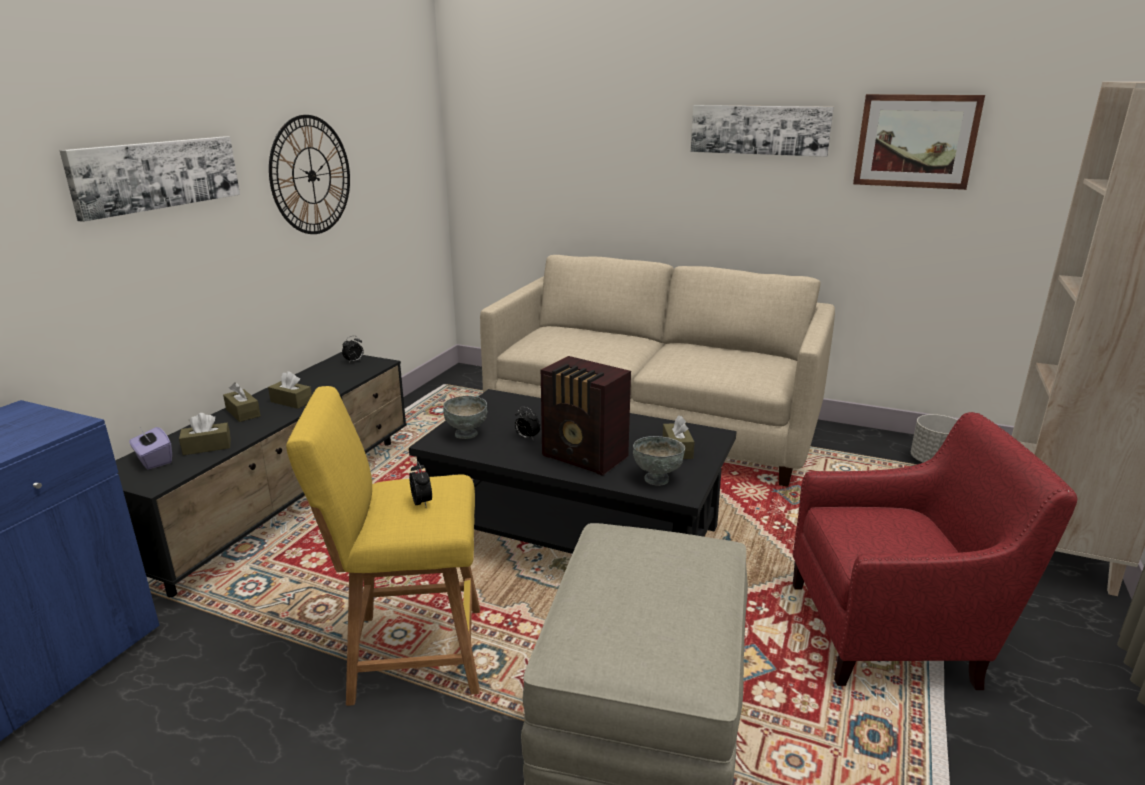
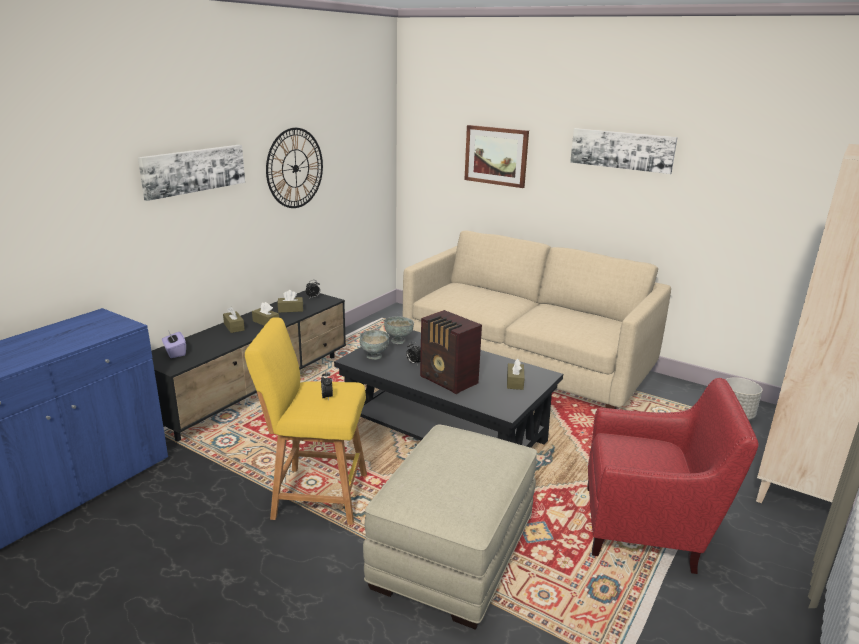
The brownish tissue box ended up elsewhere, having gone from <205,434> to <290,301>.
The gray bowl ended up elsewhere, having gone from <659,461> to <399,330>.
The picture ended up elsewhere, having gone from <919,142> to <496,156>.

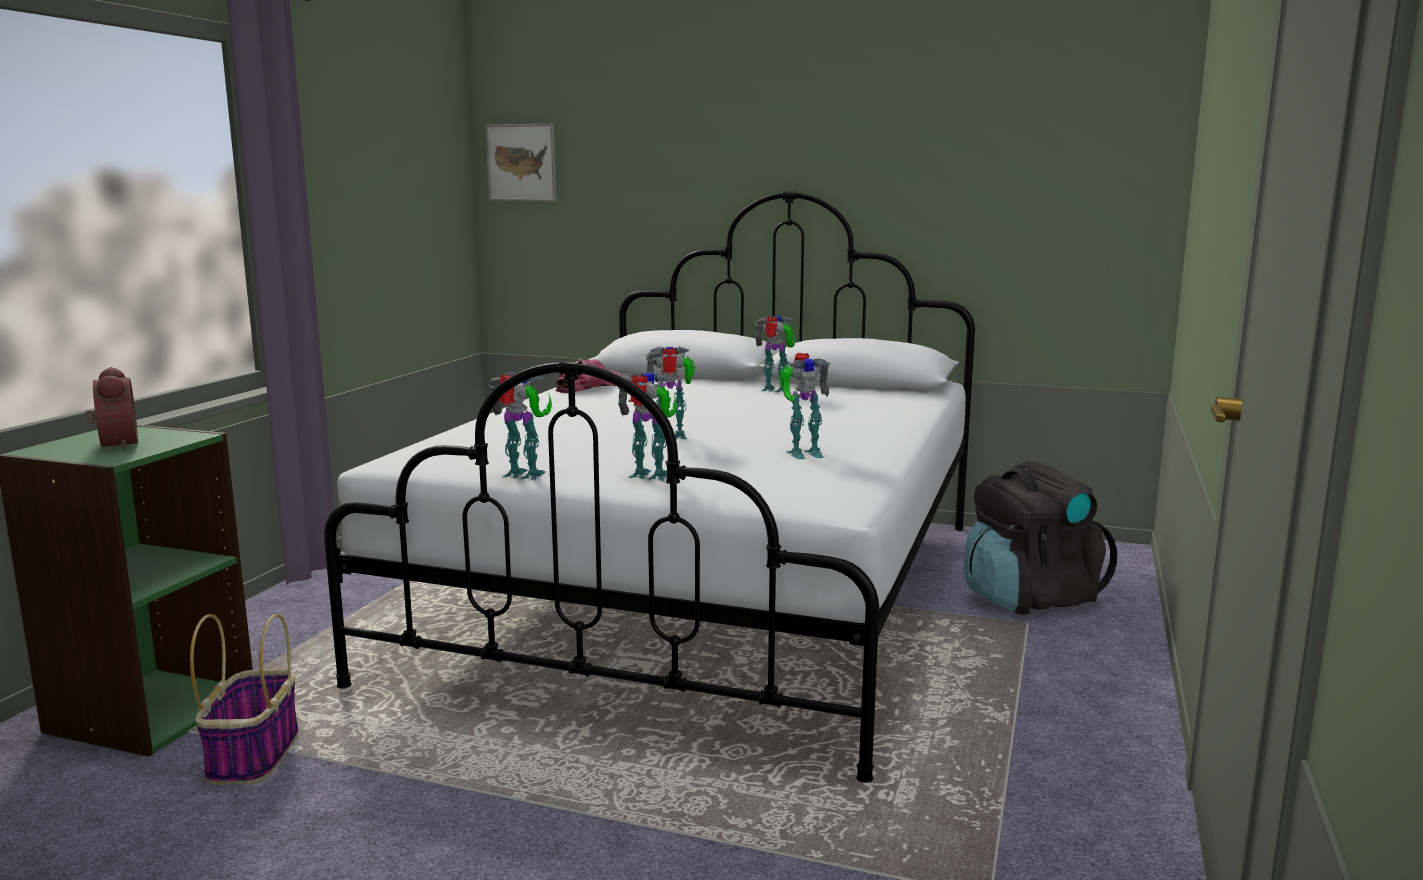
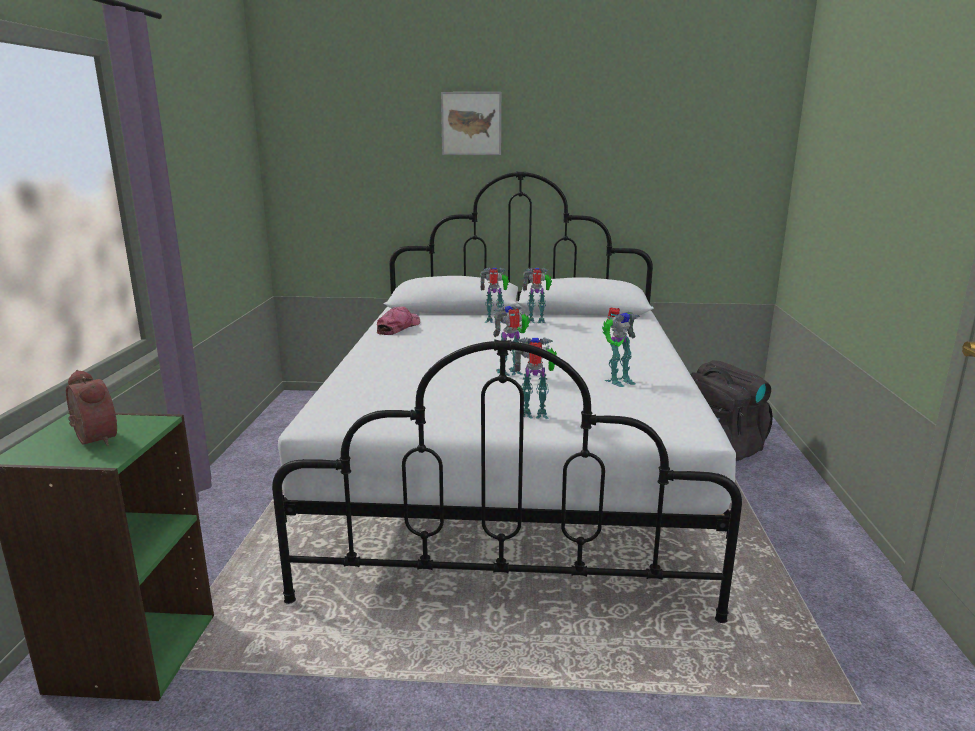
The second view lost the storage basket at <244,699>.
The picture ended up elsewhere, having gone from <520,162> to <471,123>.
The robot figure ended up elsewhere, having gone from <520,425> to <494,295>.

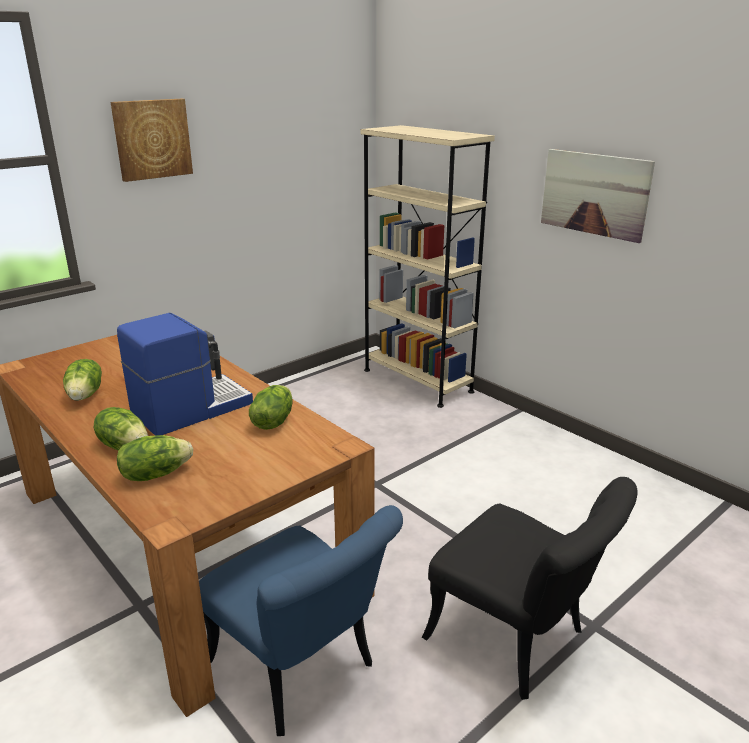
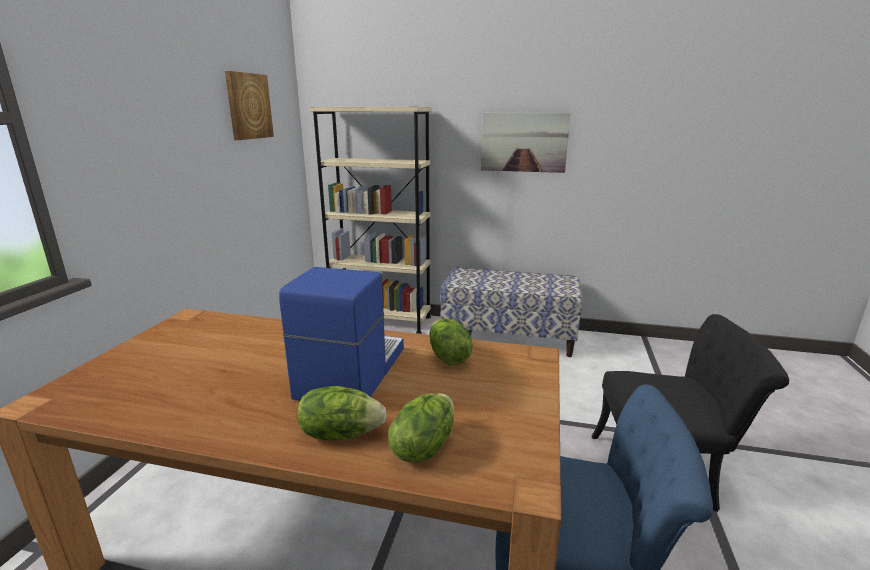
The second view lost the head of lettuce at <82,380>.
The second view gained the long seat at <511,312>.
The picture ended up elsewhere, having gone from <152,140> to <249,105>.

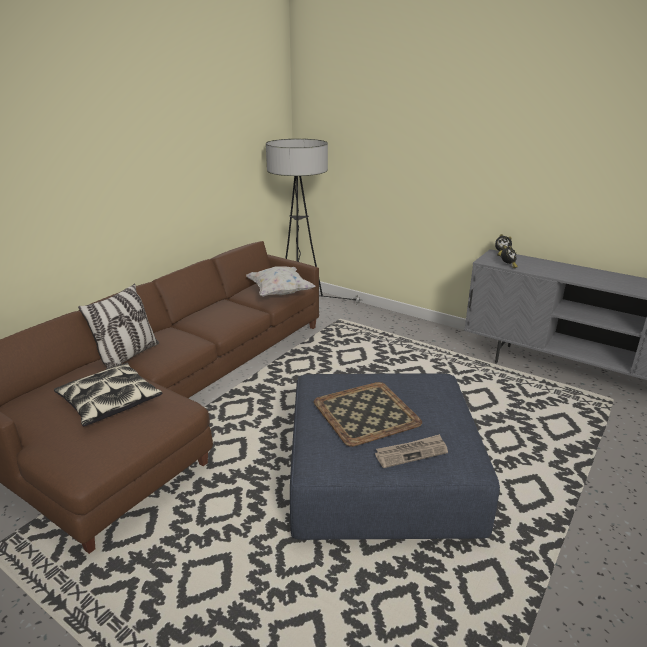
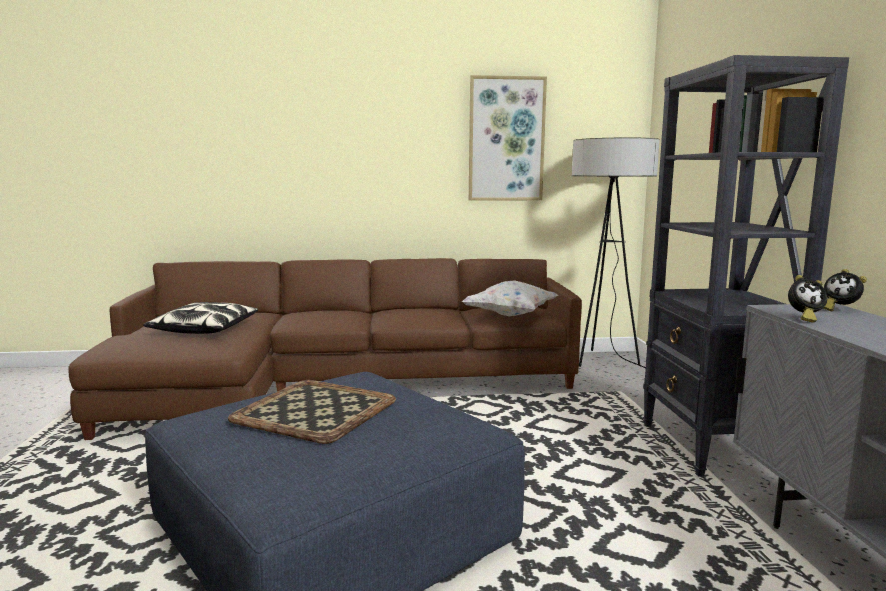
The second view lost the cushion at <118,326>.
The second view lost the printed paper at <411,451>.
The second view gained the picture at <508,138>.
The second view gained the black bookcase at <746,266>.

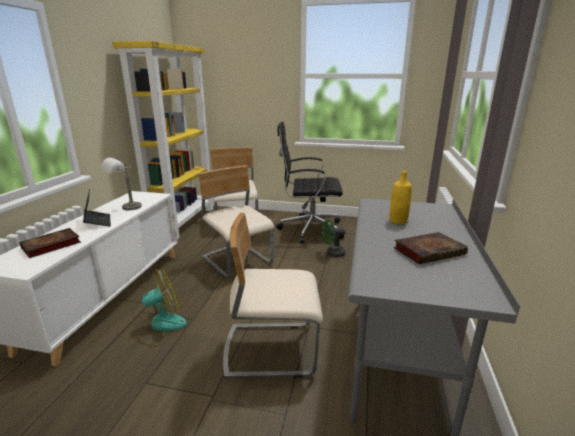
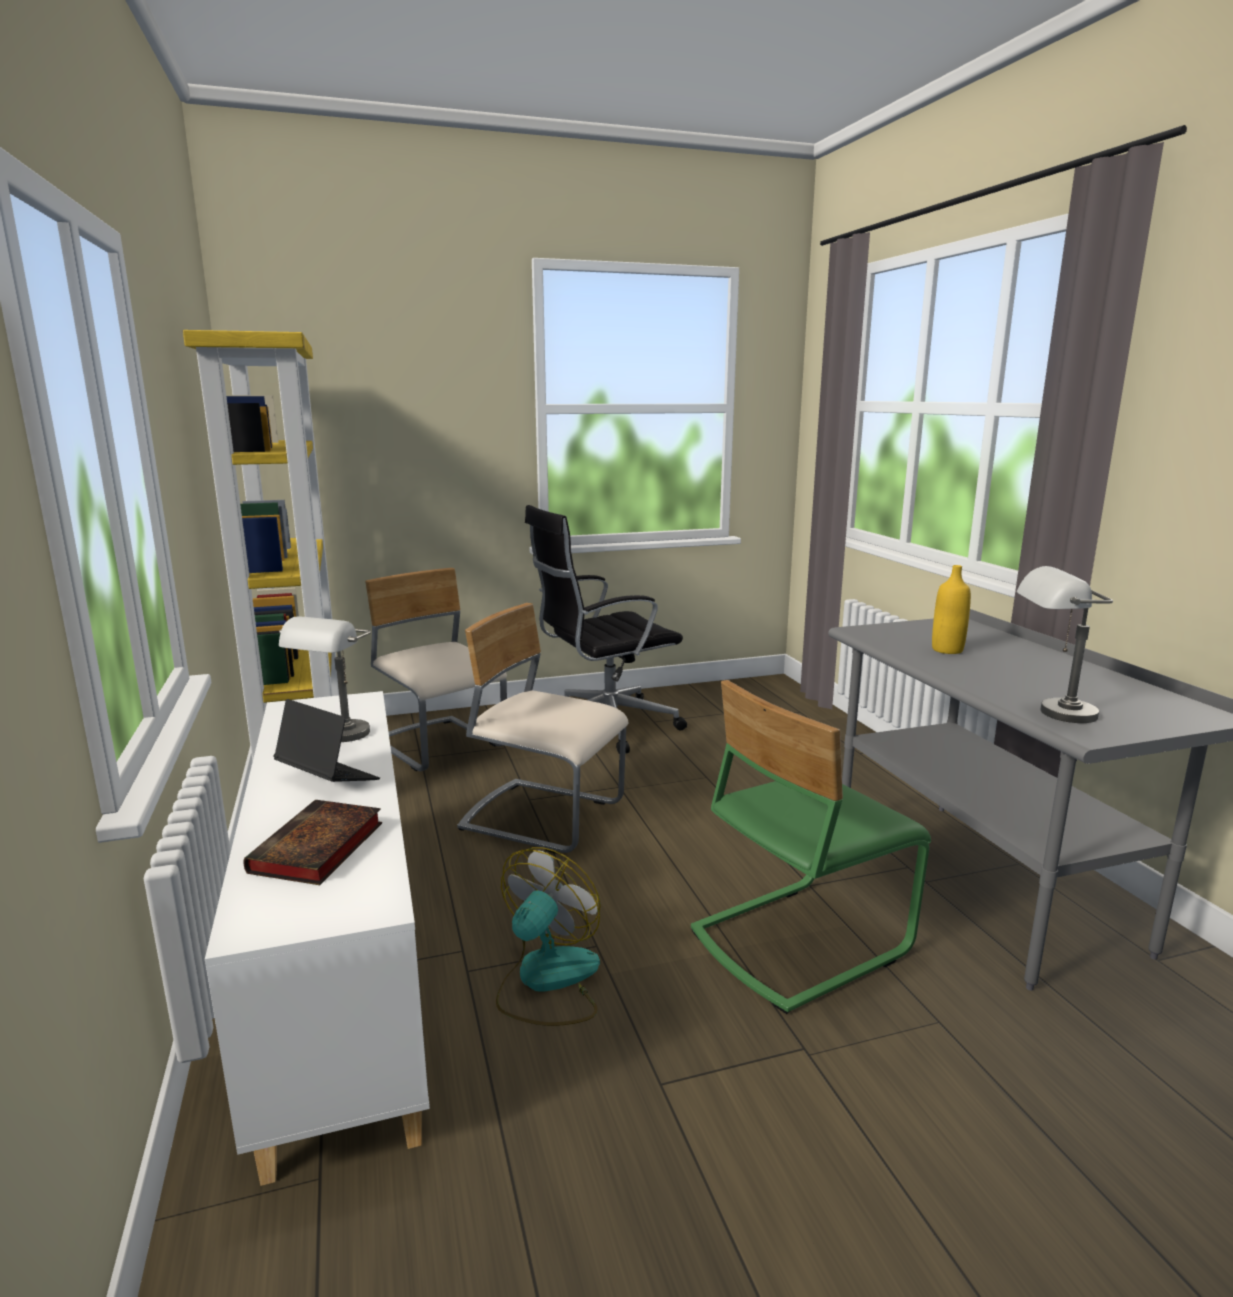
The second view lost the green-coloured fan at <334,238>.
The second view lost the book at <430,248>.
The second view gained the gray table lamp at <1065,644>.
What was the beige-coloured chair at <273,295> turned into the green-coloured chair at <811,847>.

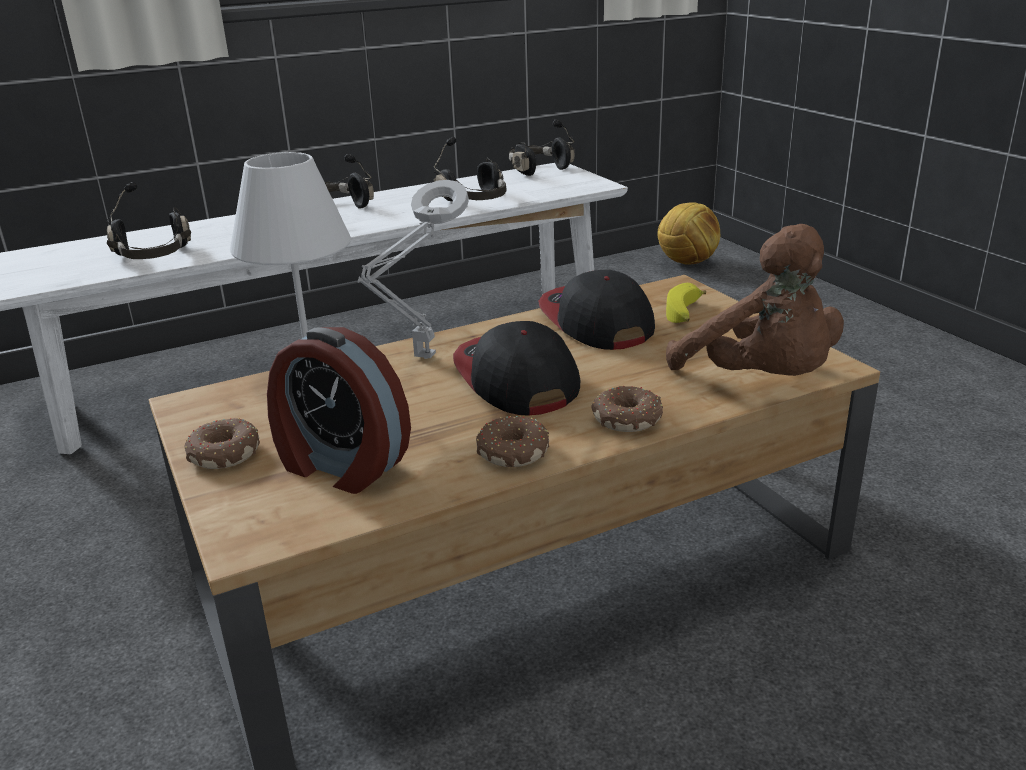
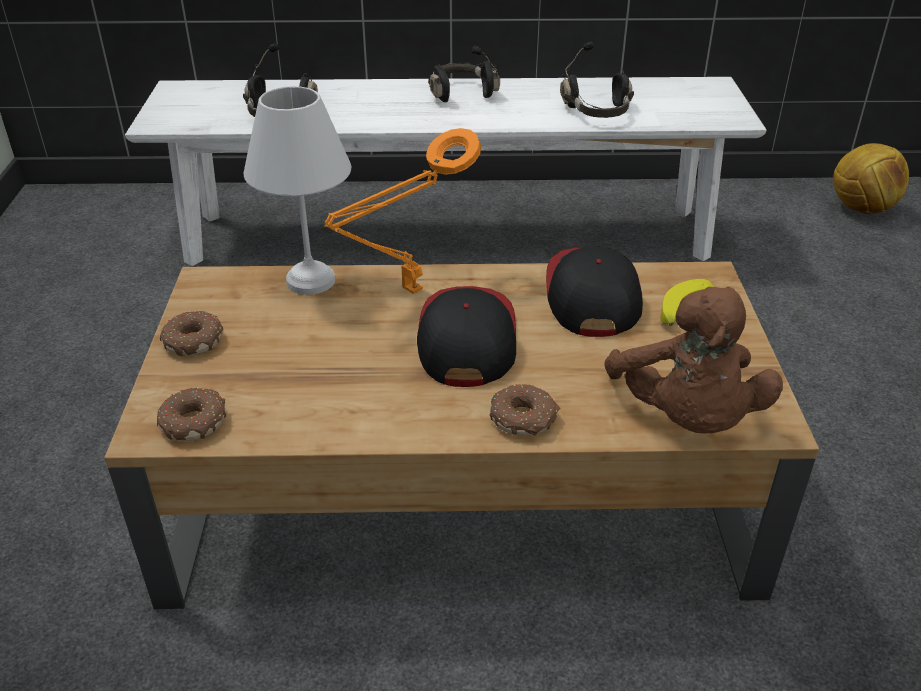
The second view lost the table clock at <339,410>.
The second view lost the black pair of headphones at <541,148>.
The doughnut ended up elsewhere, having gone from <512,441> to <191,414>.
What was the gray table lamp at <413,269> turned into the orange table lamp at <402,211>.

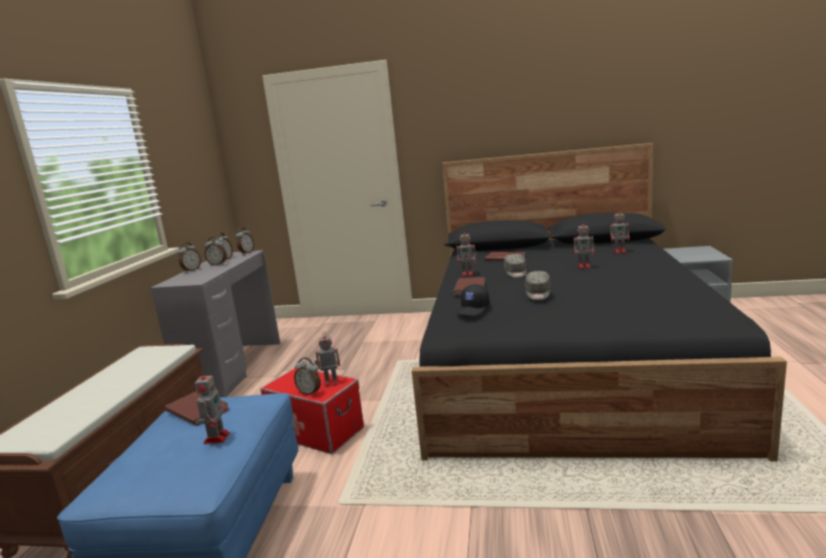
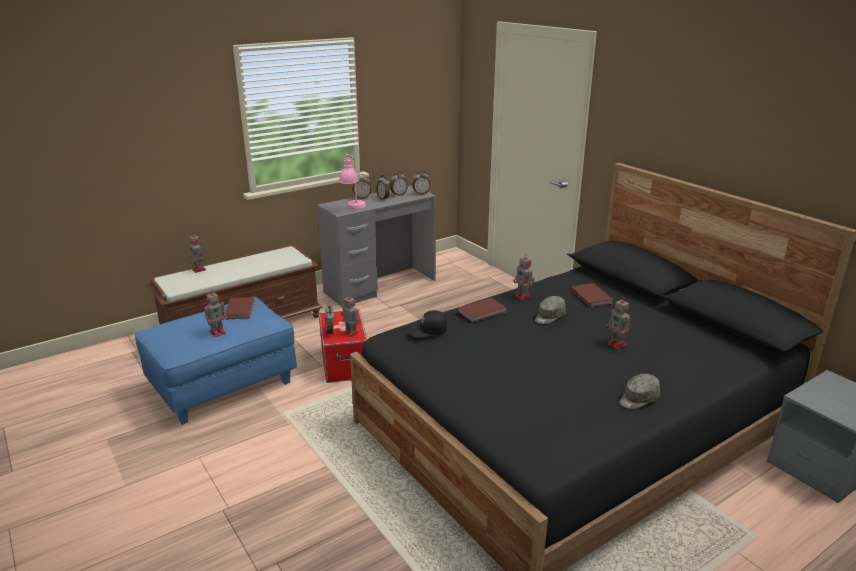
The second view gained the pink table lamp at <352,181>.
The gray cap ended up elsewhere, having gone from <538,285> to <640,391>.
The robot figure ended up elsewhere, having gone from <620,231> to <197,254>.

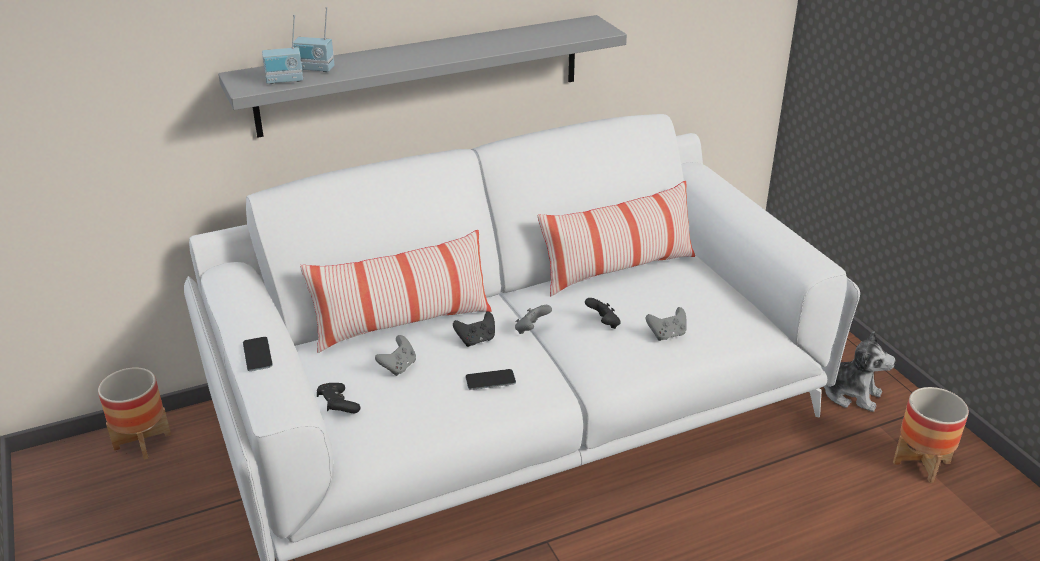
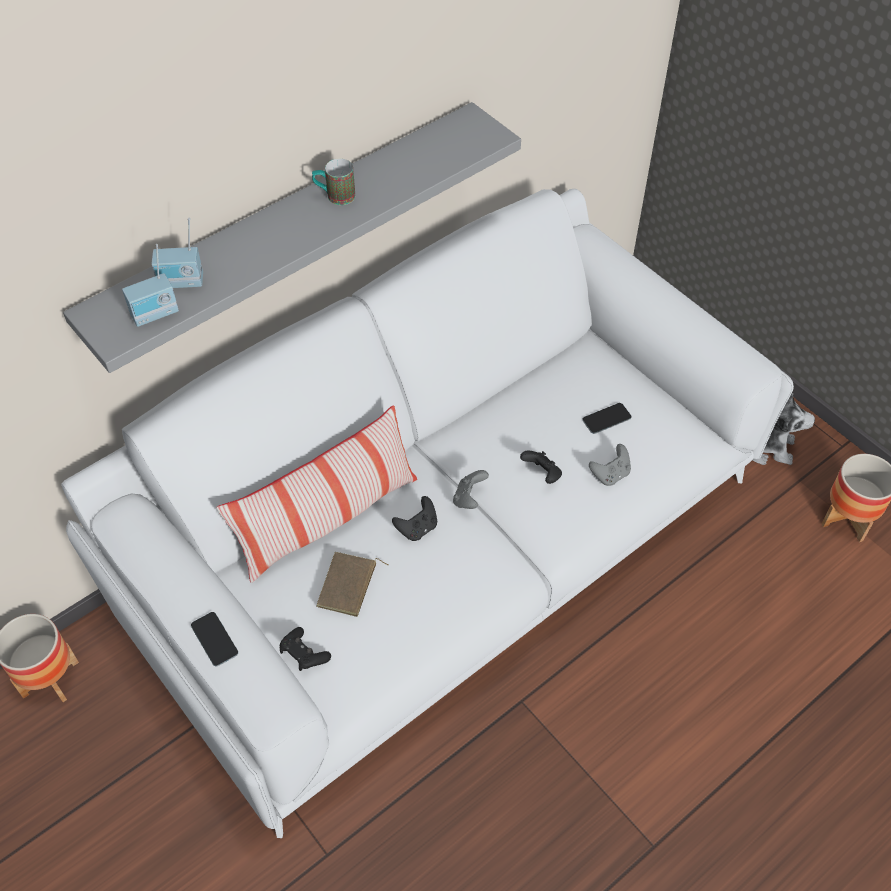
The second view lost the cushion at <616,238>.
The second view gained the mug at <333,182>.
The telephone ended up elsewhere, having gone from <491,379> to <607,418>.
Where the gray game controller stood at <395,355>, the brownish book came to stand at <353,584>.

